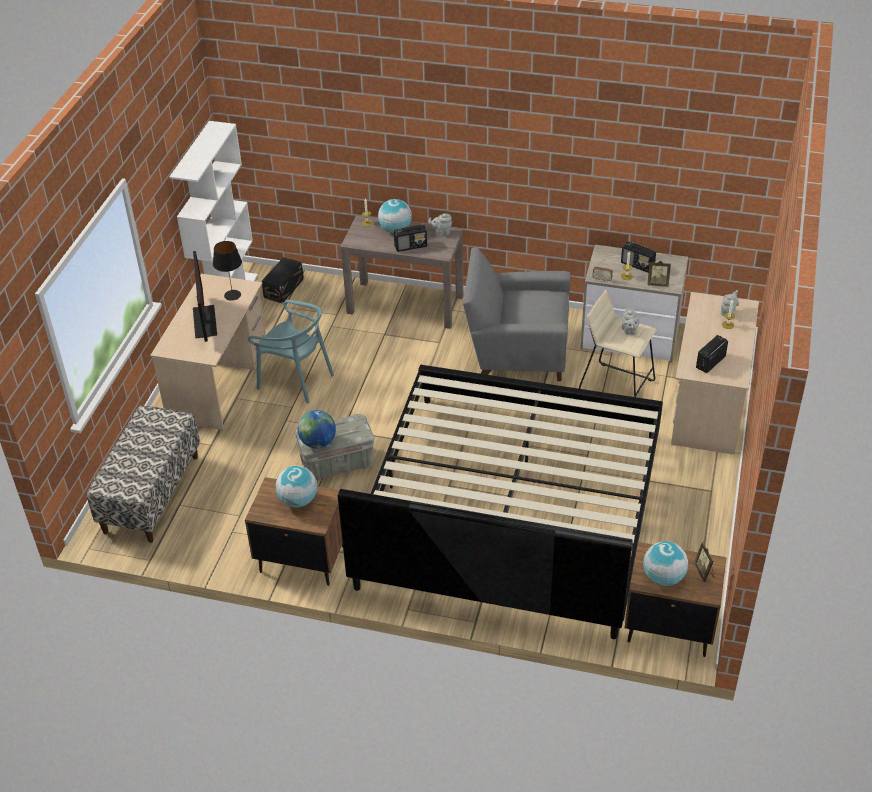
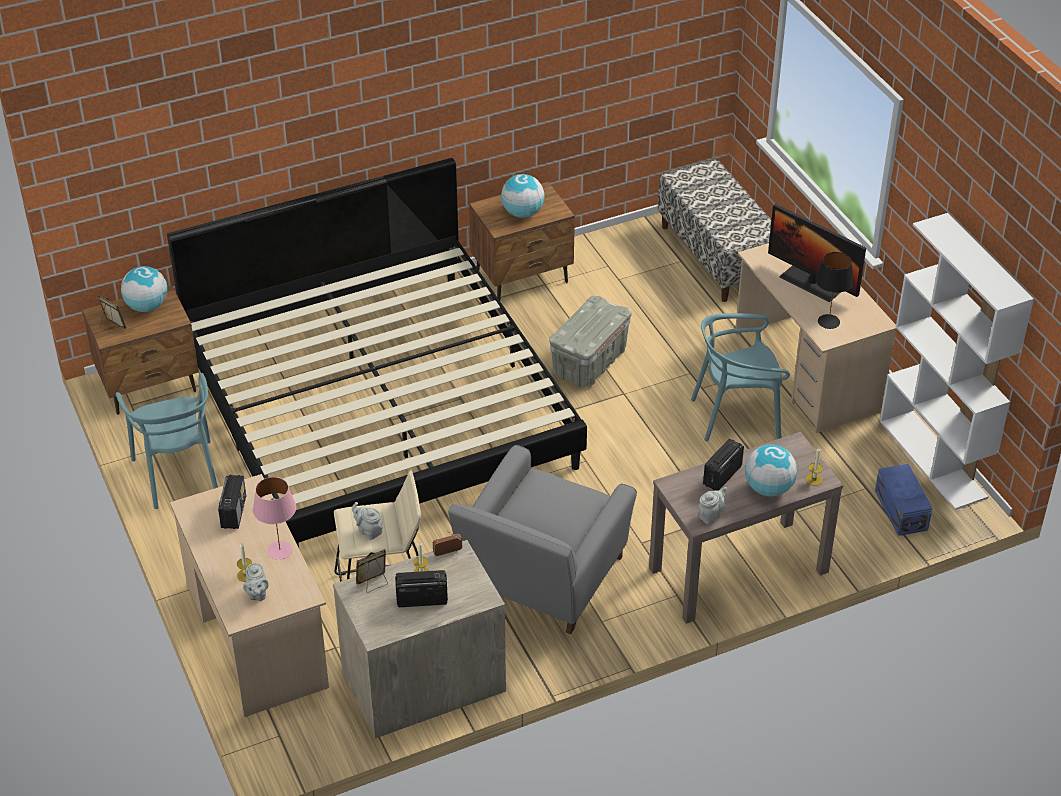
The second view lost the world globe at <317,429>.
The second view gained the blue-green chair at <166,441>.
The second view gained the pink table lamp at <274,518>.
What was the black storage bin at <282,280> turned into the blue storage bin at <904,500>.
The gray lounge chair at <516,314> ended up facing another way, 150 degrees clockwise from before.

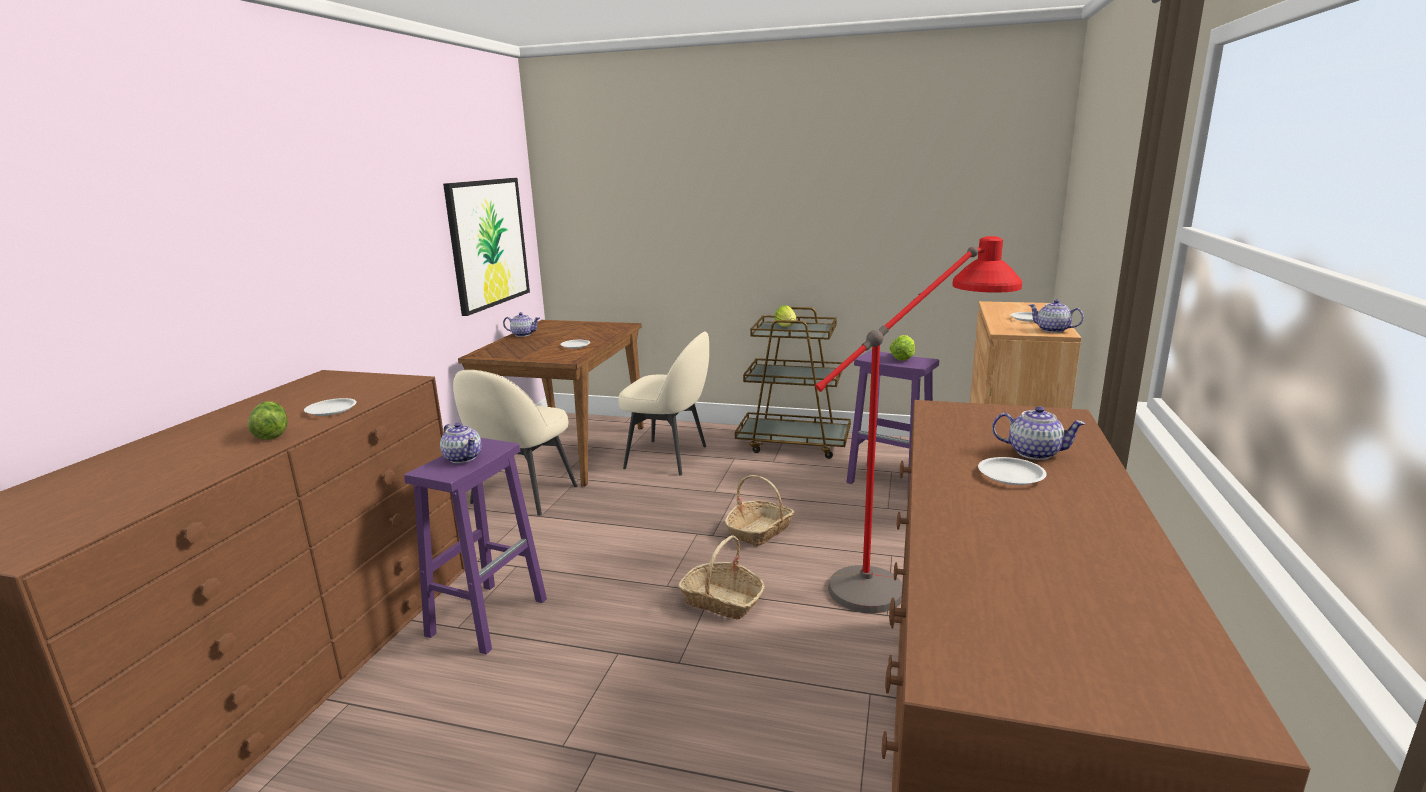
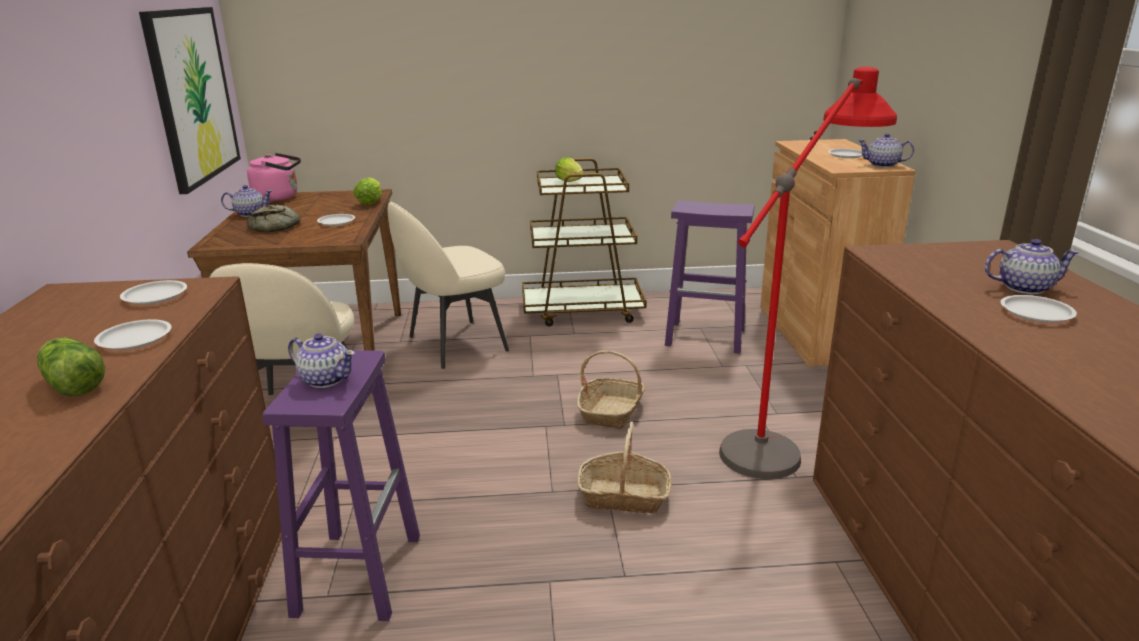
The second view gained the white plate at <153,292>.
The second view gained the pink kettle at <274,177>.
The second view gained the baked bread at <273,218>.
The head of lettuce ended up elsewhere, having gone from <902,348> to <367,191>.
The beige-coloured chair at <663,403> ended up facing another way, 150 degrees clockwise from before.

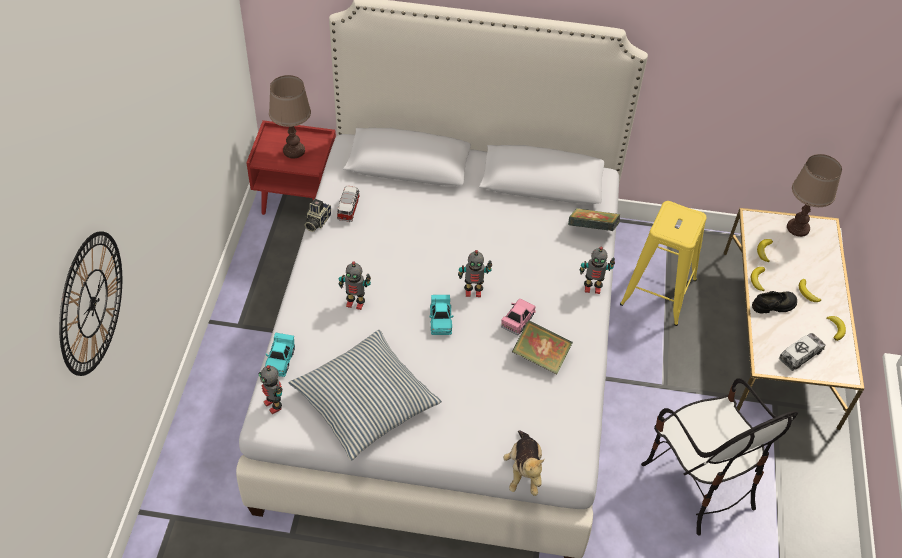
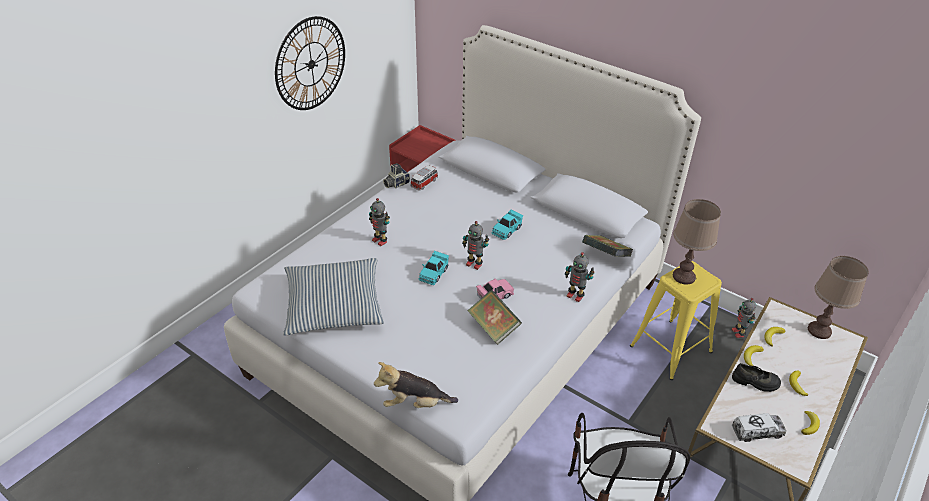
The clock on the wall ended up elsewhere, having gone from <90,303> to <310,63>.
The robot figure ended up elsewhere, having gone from <270,389> to <744,318>.
The blue-green miniature car ended up elsewhere, having gone from <280,354> to <507,225>.
The brownish table lamp ended up elsewhere, having gone from <290,117> to <697,242>.
The cuddly toy at <524,463> ended up facing another way, 60 degrees clockwise from before.

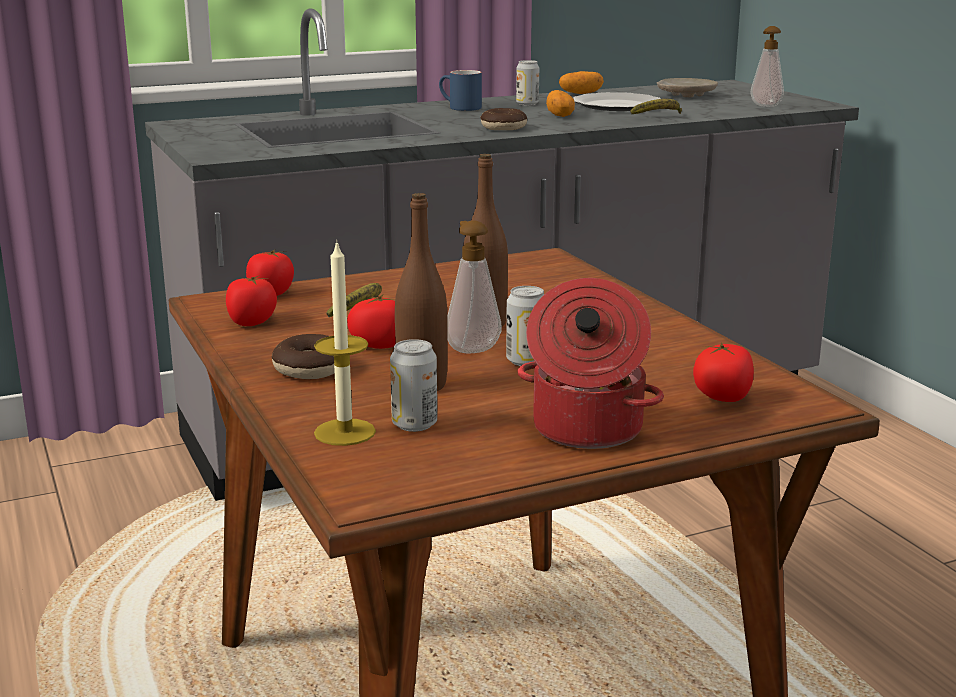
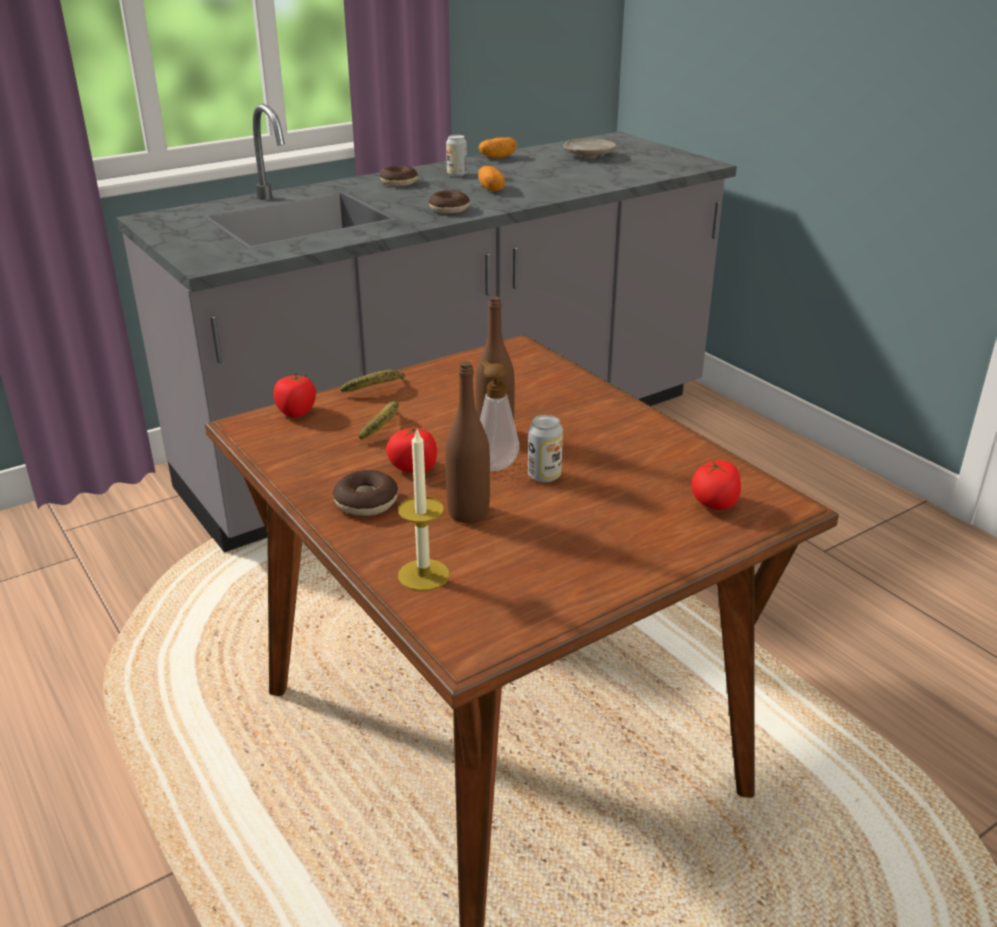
The second view lost the fresh tomato at <251,300>.
The second view lost the metal can at <413,385>.
The second view lost the stockpot at <591,363>.
The second view lost the plate at <617,101>.
The second view lost the soap dispenser at <767,66>.
The banana fruit ended up elsewhere, having gone from <656,106> to <372,381>.
Where the blue mug stood at <460,90>, the doughnut came to stand at <398,175>.

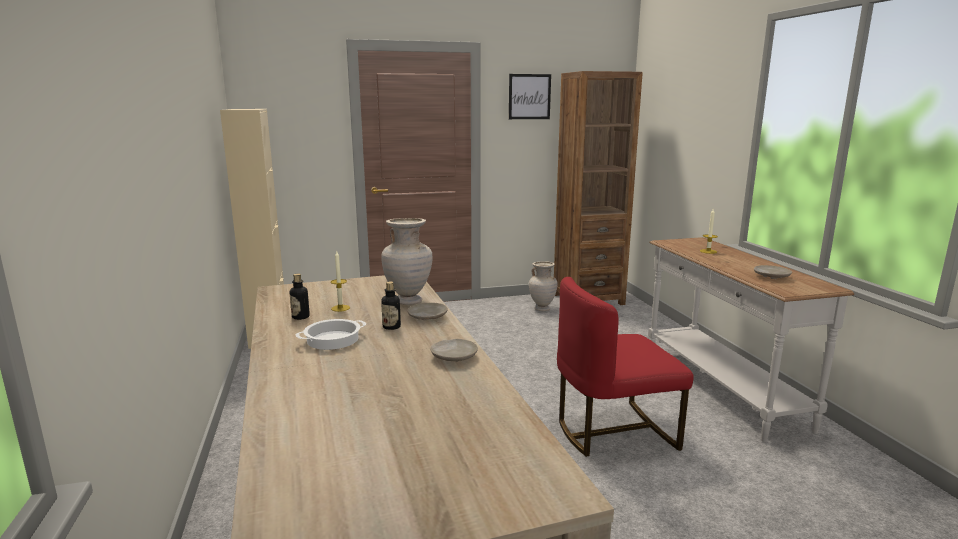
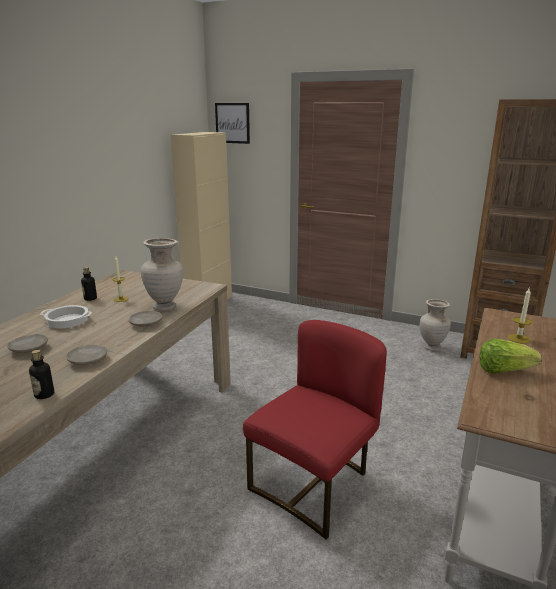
The second view gained the head of lettuce at <510,356>.
The bottle ended up elsewhere, having gone from <391,306> to <41,374>.
The picture ended up elsewhere, having gone from <530,96> to <232,123>.
The beige-coloured plate ended up elsewhere, having gone from <773,272> to <27,343>.
The red-coloured chair at <625,367> ended up facing another way, 105 degrees clockwise from before.

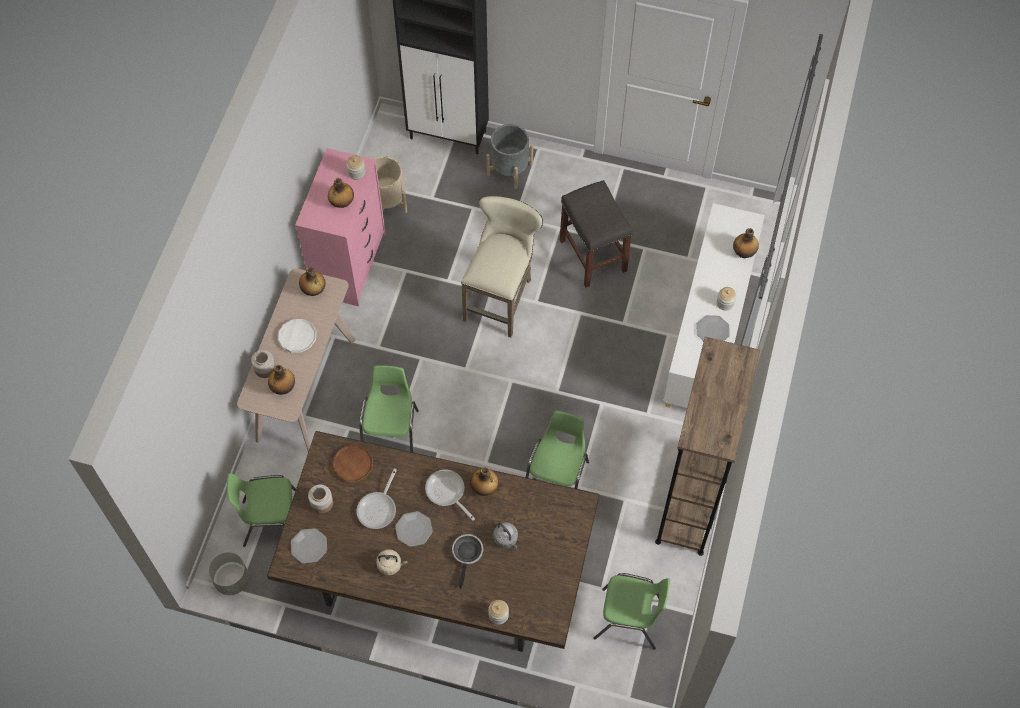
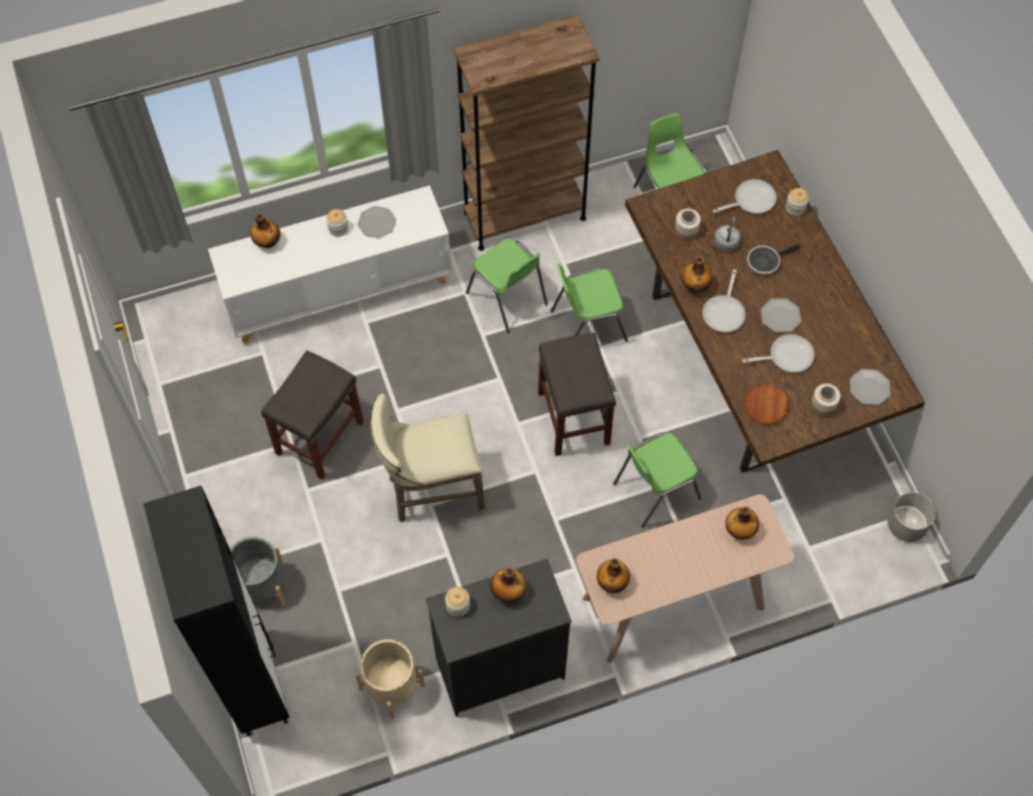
The second view lost the white plate at <297,335>.
The second view lost the beige-coloured kettle at <391,562>.
The second view gained the gray sitting stool at <577,394>.
The second view gained the skillet at <745,196>.
The green-coloured chair ended up elsewhere, having gone from <261,510> to <507,285>.
The preserve jar ended up elsewhere, having gone from <263,364> to <687,225>.
What was the pink chest of drawers at <340,227> turned into the black chest of drawers at <499,638>.

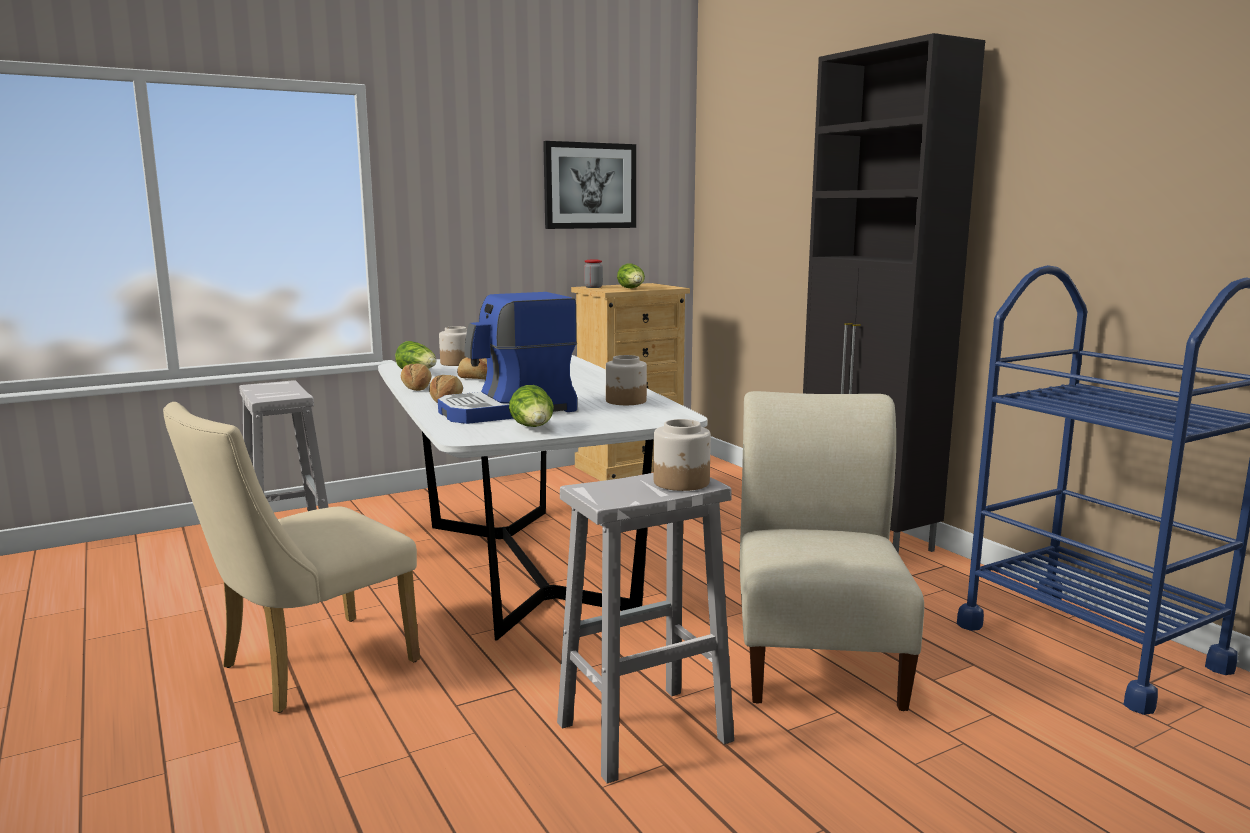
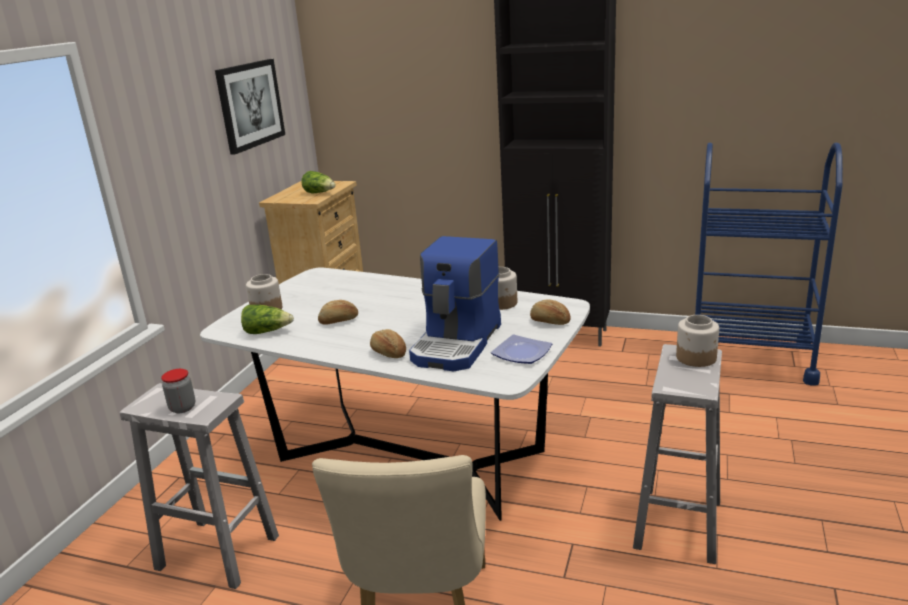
The second view lost the beige-coloured chair at <831,551>.
The baked bread ended up elsewhere, having gone from <416,377> to <550,312>.
The preserve jar ended up elsewhere, having gone from <593,274> to <178,391>.
Where the head of lettuce stood at <531,406>, the plate came to stand at <521,349>.

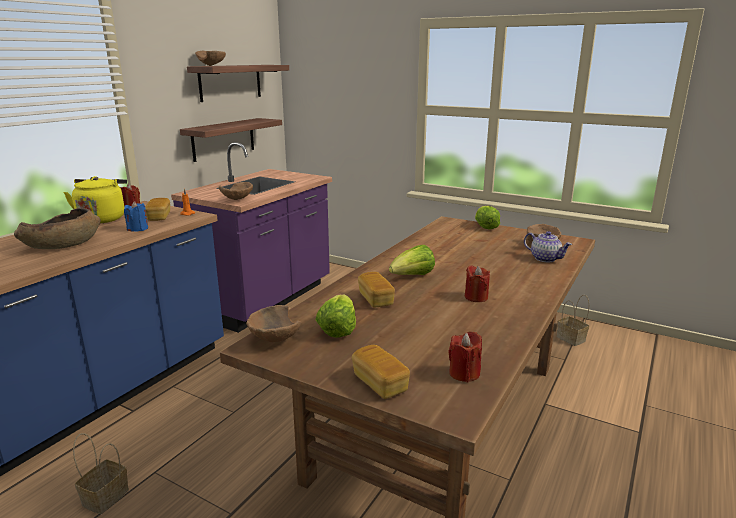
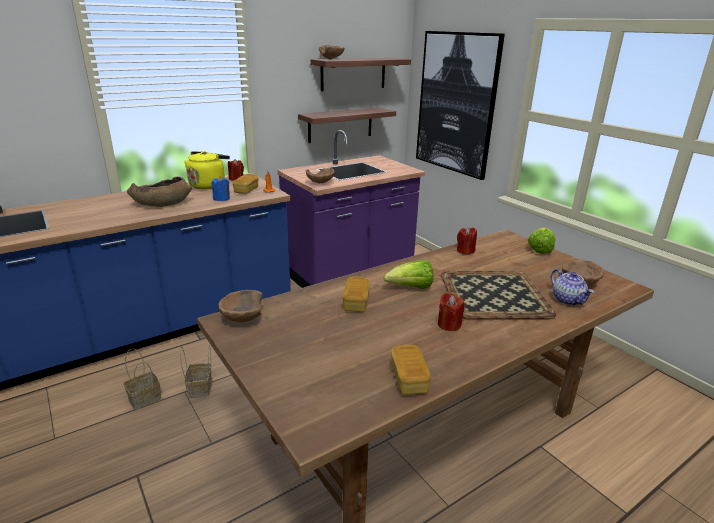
The second view lost the head of lettuce at <335,316>.
The second view gained the picture at <460,105>.
The second view gained the carrying tray at <498,295>.
The baked bread ended up elsewhere, having gone from <381,372> to <411,370>.
The red-coloured candle ended up elsewhere, having gone from <465,357> to <467,240>.
The storage basket ended up elsewhere, having gone from <573,320> to <196,371>.

